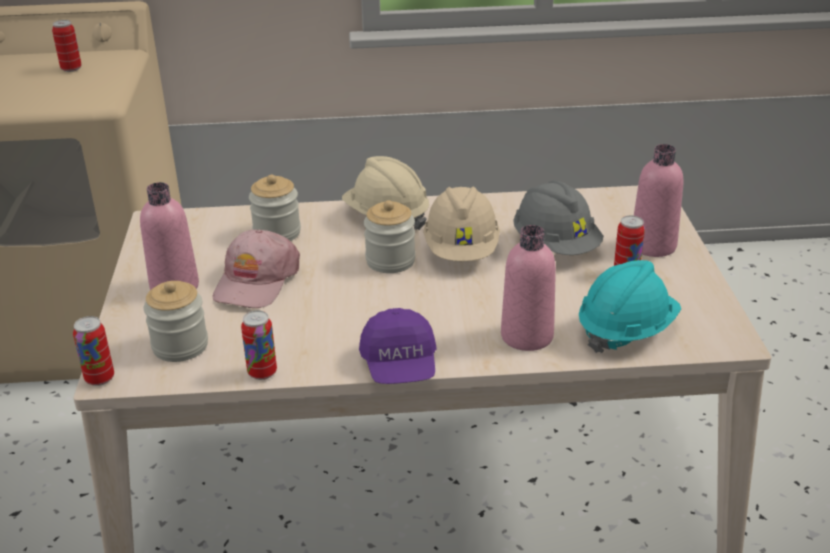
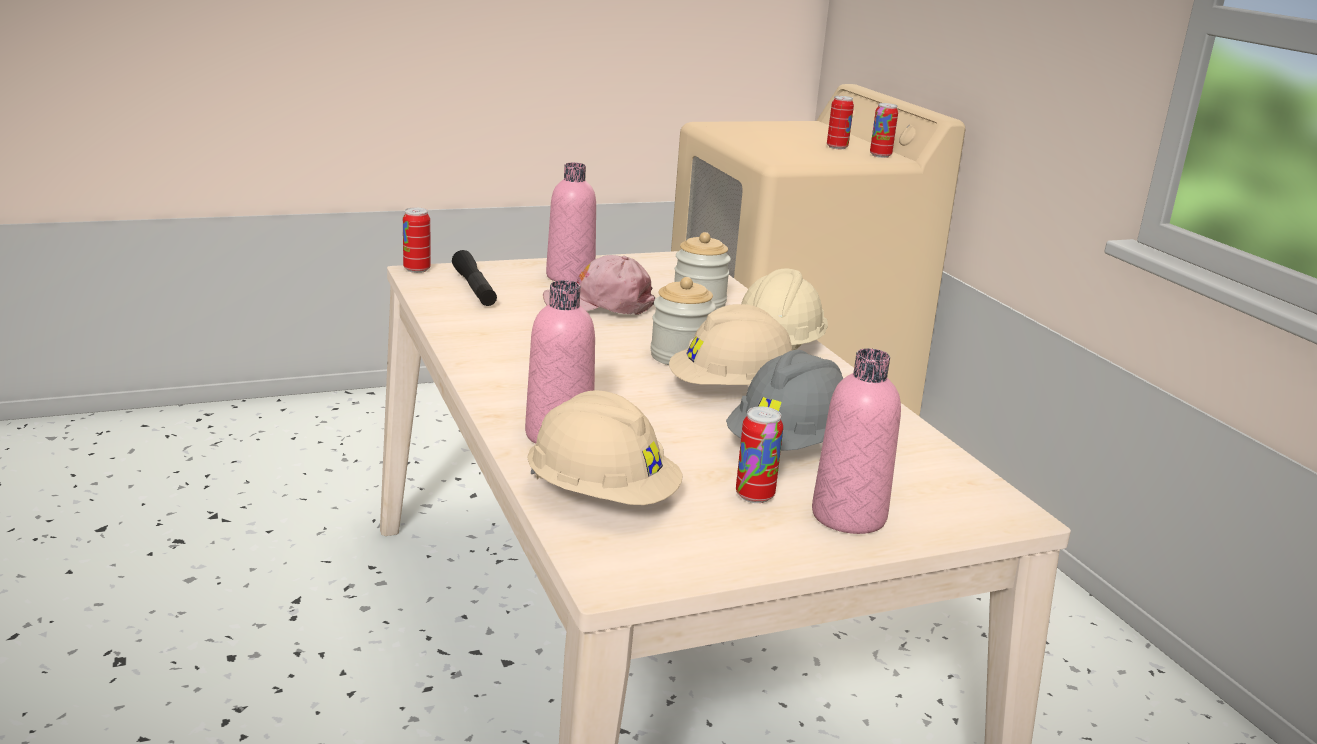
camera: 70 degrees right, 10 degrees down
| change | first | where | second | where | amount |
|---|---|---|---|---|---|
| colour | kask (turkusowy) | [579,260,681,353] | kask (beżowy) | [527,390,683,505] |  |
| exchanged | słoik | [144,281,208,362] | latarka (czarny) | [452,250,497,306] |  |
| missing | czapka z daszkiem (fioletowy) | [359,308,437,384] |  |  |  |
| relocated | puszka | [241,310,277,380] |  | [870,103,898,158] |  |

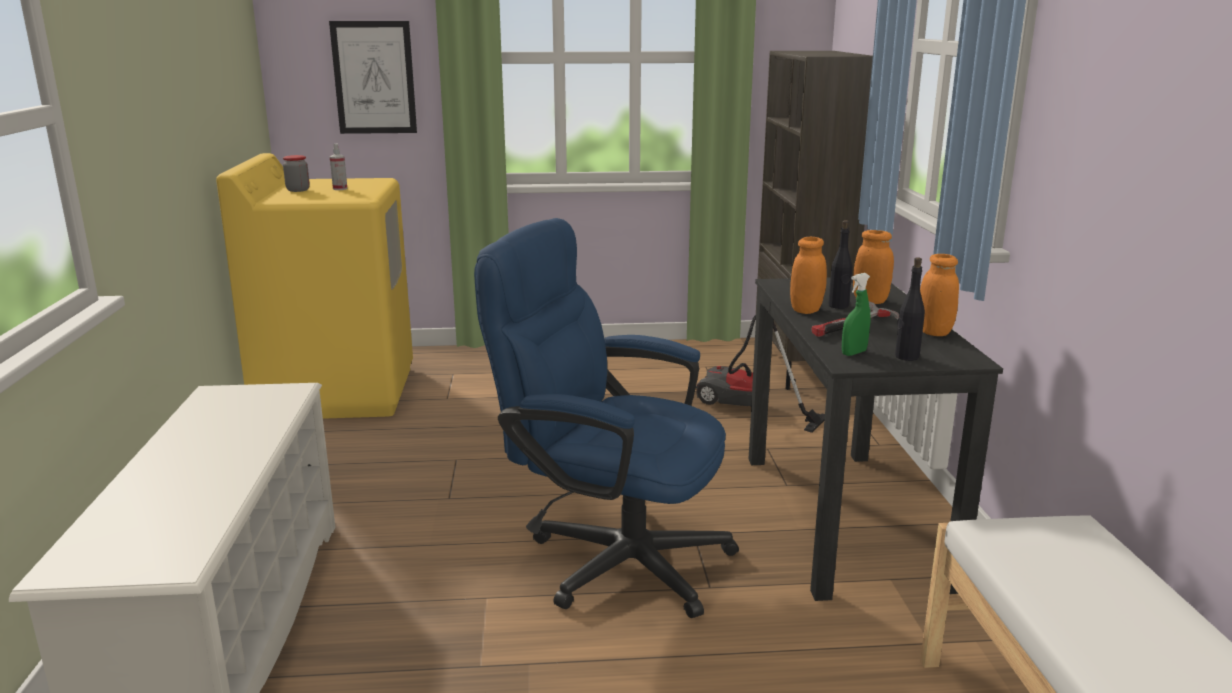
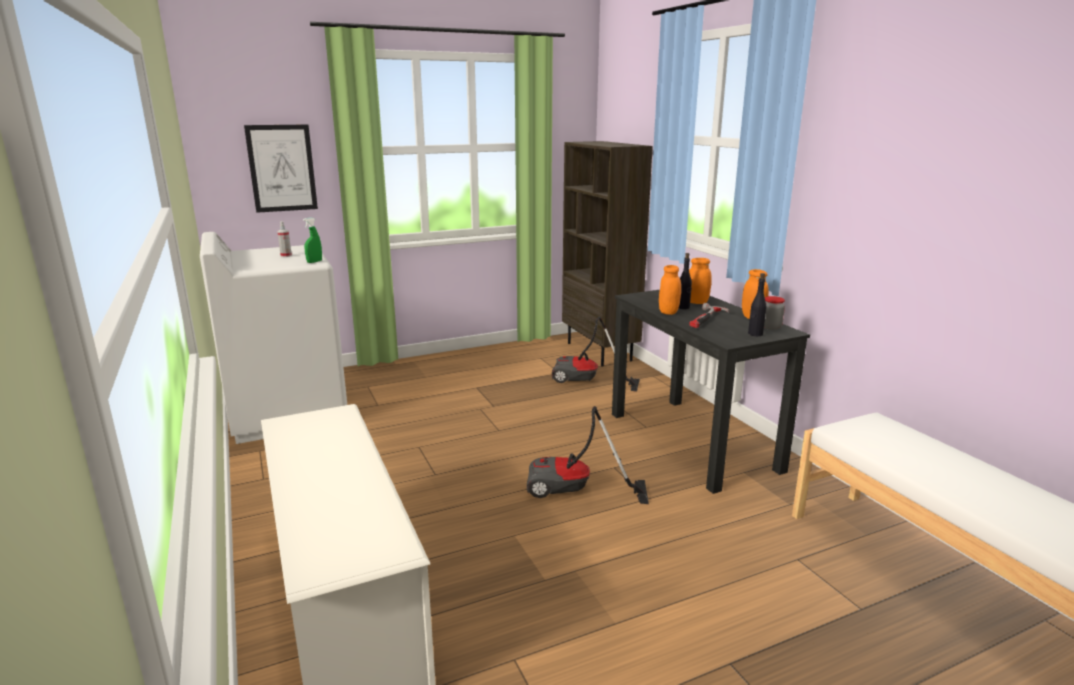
camera: 20 degrees left, 0 degrees up
| change | first | where | second | where | amount |
|---|---|---|---|---|---|
| colour | pralka (żółty) | [216,153,413,419] | pralka (biały) | [200,232,347,444] |  |
| relocated | słoik | [283,155,310,192] |  | [764,296,785,330] |  |
| exchanged | krzesło biurowe (niebieski) | [474,218,739,618] | odkurzacz | [527,406,649,504] |  |
| relocated | spryskiwacz (zielony) | [842,273,870,356] |  | [303,217,322,263] |  |

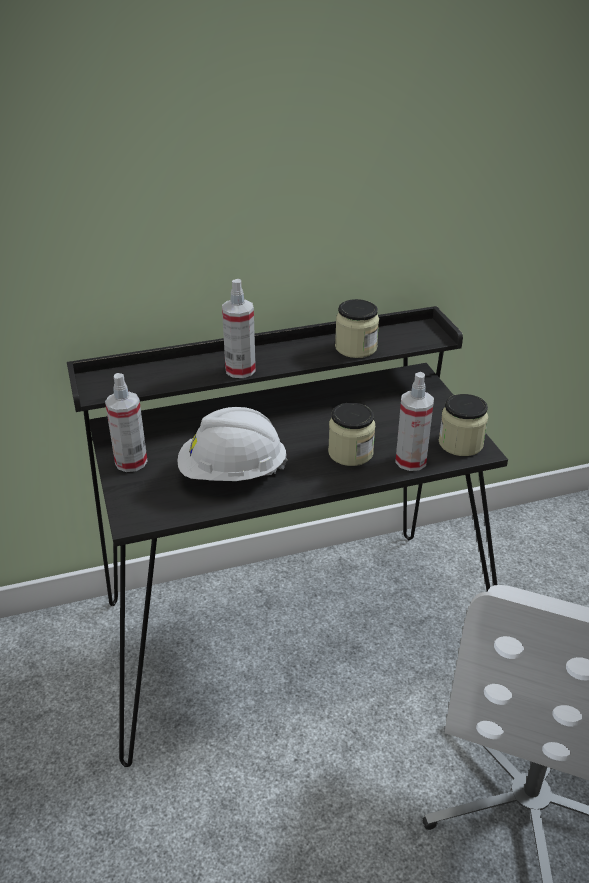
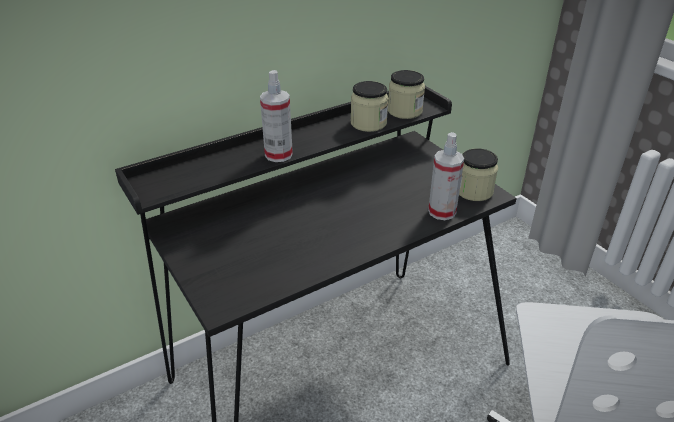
camera: 15 degrees left, 0 degrees up
| change | first | where | second | where | amount |
|---|---|---|---|---|---|
| missing | spryskiwacz | [105,373,147,472] |  |  |  |
| relocated | słoik | [328,403,375,466] |  | [388,70,425,119] |  |
| missing | kask (biały) | [178,407,288,481] |  |  |  |

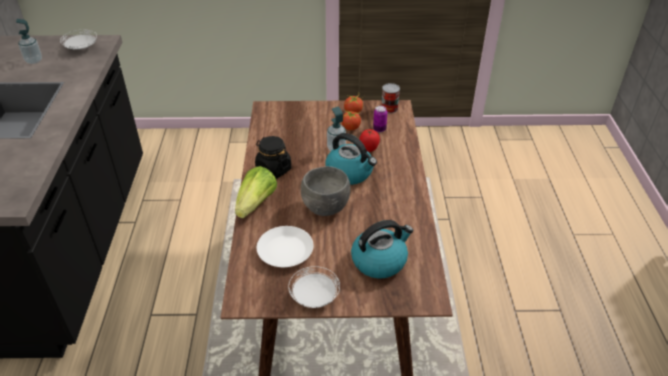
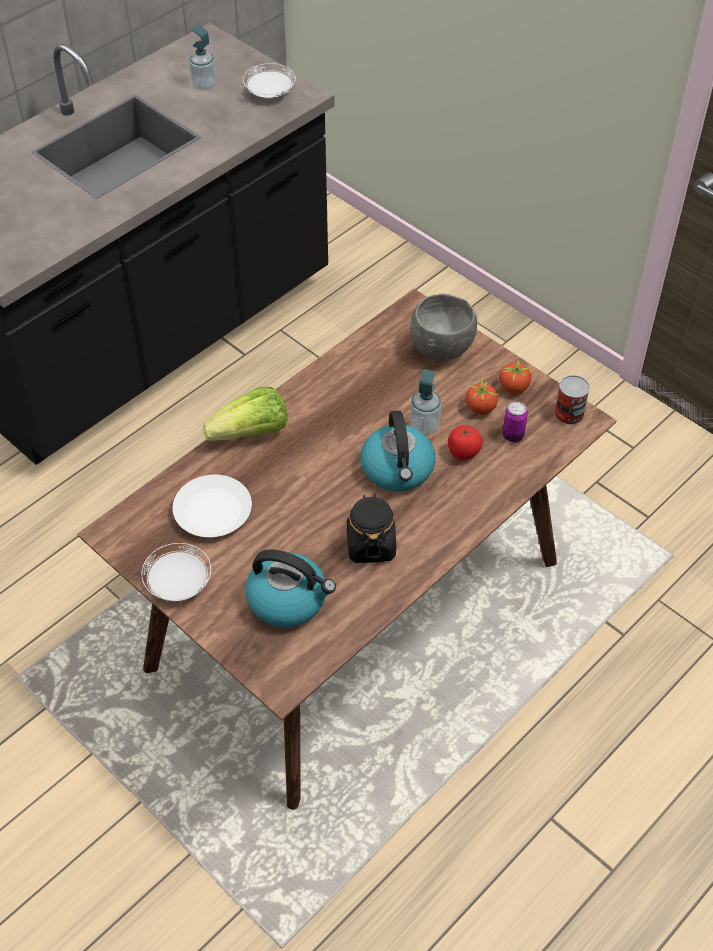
camera: 45 degrees right, 10 degrees up
| change | first | where | second | where | amount |
|---|---|---|---|---|---|
| relocated | słoik (czarny) | [255,136,291,179] |  | [347,494,396,563] |  |
| relocated | miska (szary) | [301,166,351,216] |  | [410,294,477,361] |  |

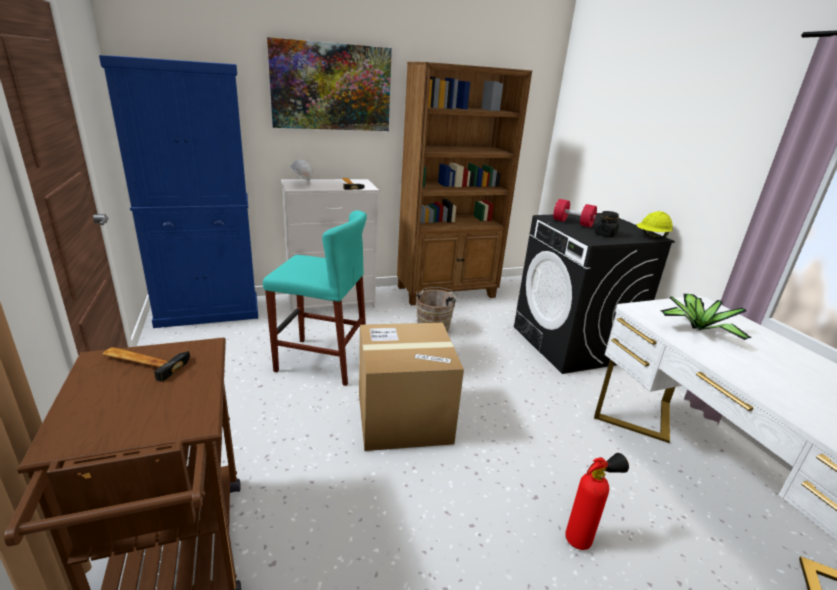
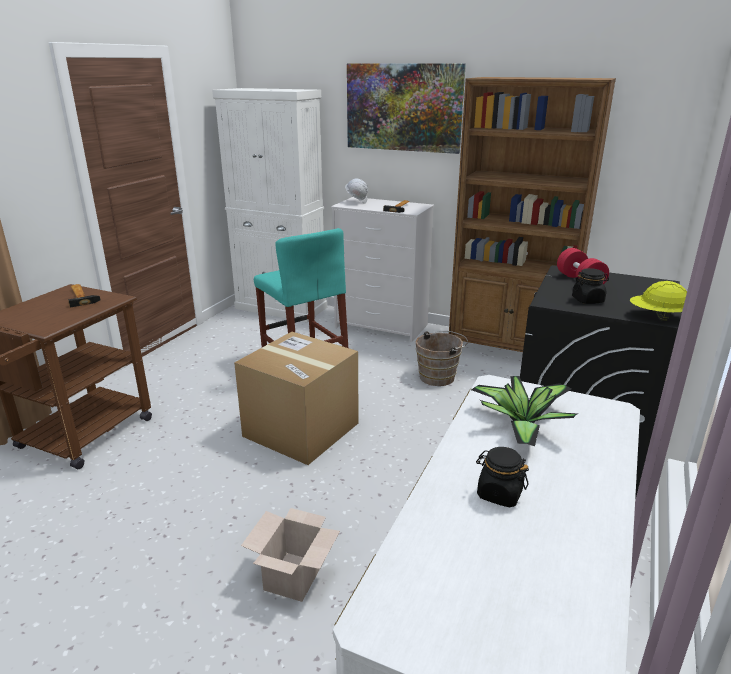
camera: 45 degrees right, 0 degrees up
| change | first | where | second | where | amount |
|---|---|---|---|---|---|
| colour | szafka (niebieski) | [99,55,258,328] | szafka (biały) | [212,88,327,322] |  |
| exchanged | gaśnica | [565,453,629,550] | karton | [241,508,340,602] |  |
| appeared |  |  | słoik (czarny) | [476,447,529,507] |  |

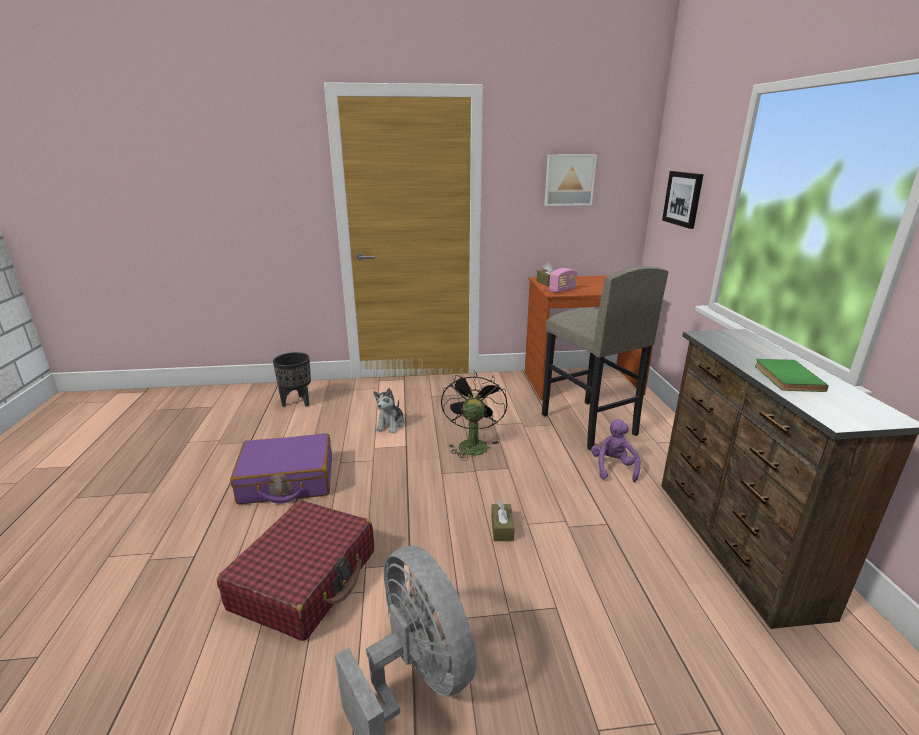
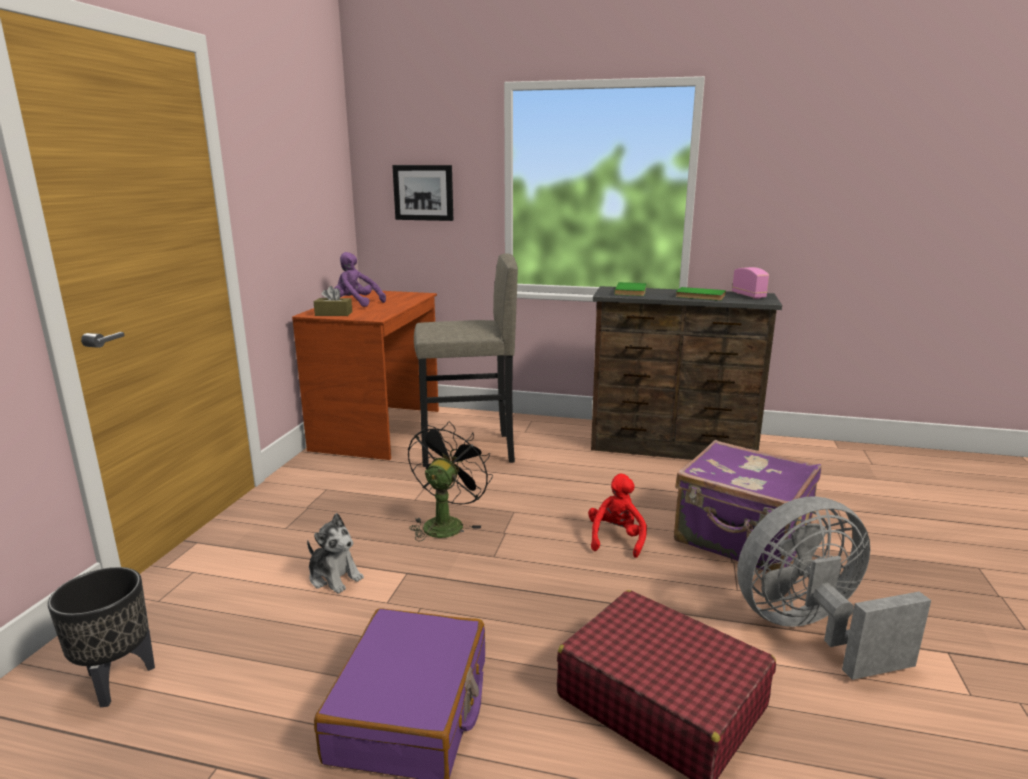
camera: 70 degrees left, 5 degrees down
| change | first | where | second | where | amount |
|---|---|---|---|---|---|
| missing | obraz | [544,154,597,206] |  |  |  |
| relocated | radio | [549,268,577,293] |  | [732,267,769,299] |  |
| spun | wentylator (czarny) | [441,371,507,461] |  | [408,421,493,541] | 90 degrees clockwise |
| relocated | pluszak (fioletowy) | [591,419,641,482] |  | [334,252,386,307] |  |
| exchanged | pudełko chusteczek (brązowy) | [491,502,514,541] | pluszak (czerwony) | [588,473,647,558] |  |
| appeared |  |  | książka (zielony) | [614,282,647,296] |  |
| appeared |  |  | walizka (fioletowy) | [674,440,821,572] |  |

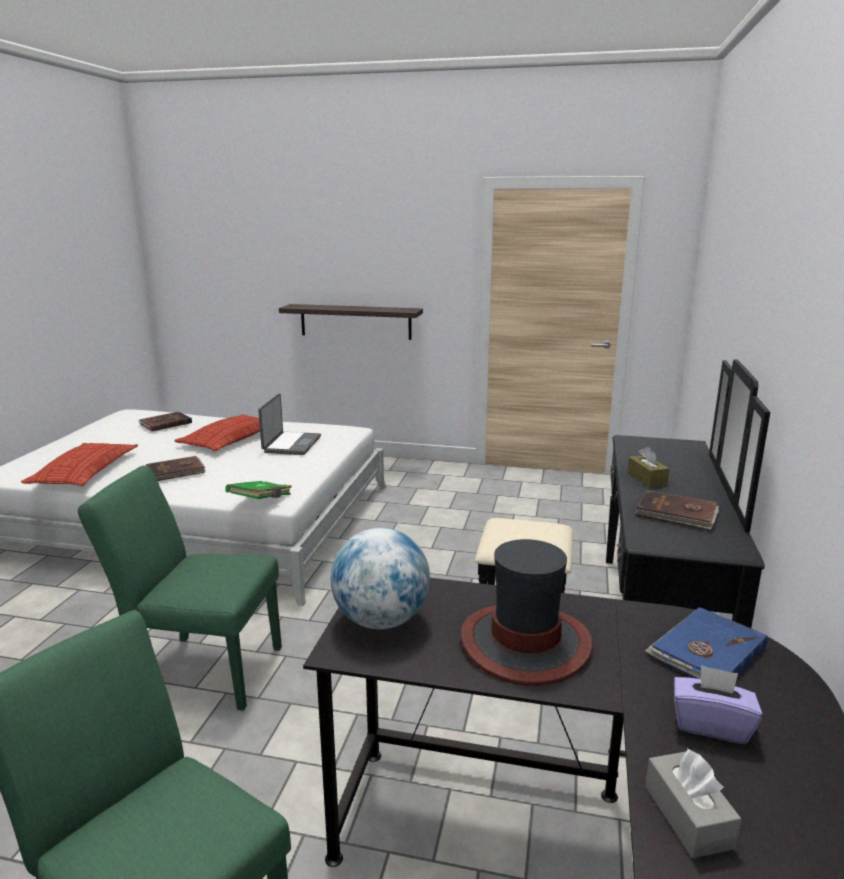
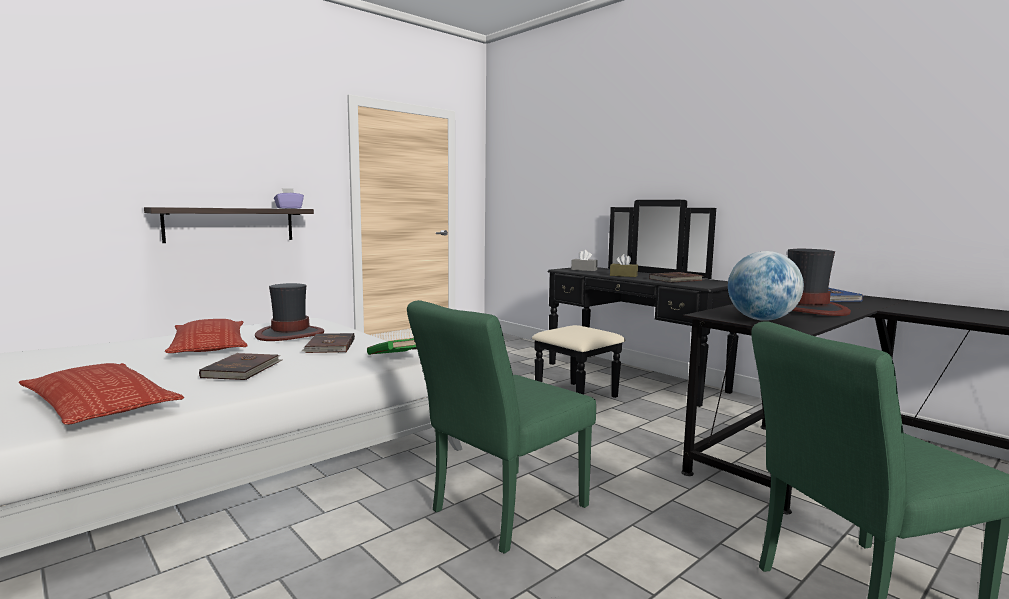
camera: 55 degrees left, 10 degrees down
| change | first | where | second | where | amount |
|---|---|---|---|---|---|
| exchanged | laptop | [258,394,321,455] | kapelusz | [255,283,324,341] |  |
| relocated | książka (brązowy) | [138,412,192,431] |  | [302,333,355,353] |  |
| relocated | pudełko chusteczek (fioletowy) | [674,665,762,744] |  | [274,188,304,209] |  |
| relocated | pudełko chusteczek (szary) | [645,749,741,858] |  | [571,250,598,271] |  |

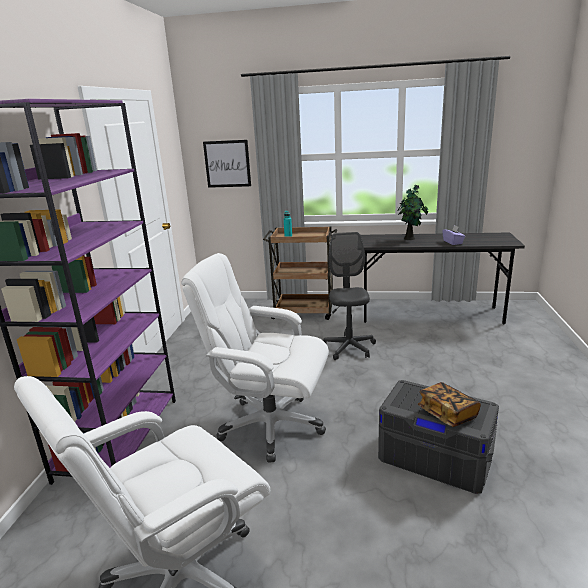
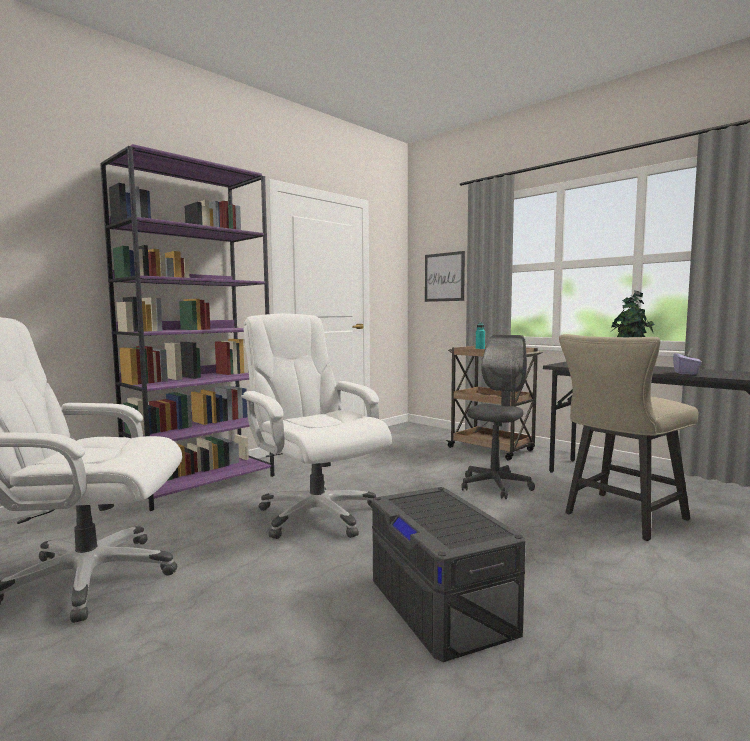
camera: 35 degrees right, 15 degrees down
| change | first | where | second | where | amount |
|---|---|---|---|---|---|
| missing | książka | [418,382,481,427] |  |  |  |
| appeared |  |  | krzesło (beżowy) | [559,334,698,541] |  |

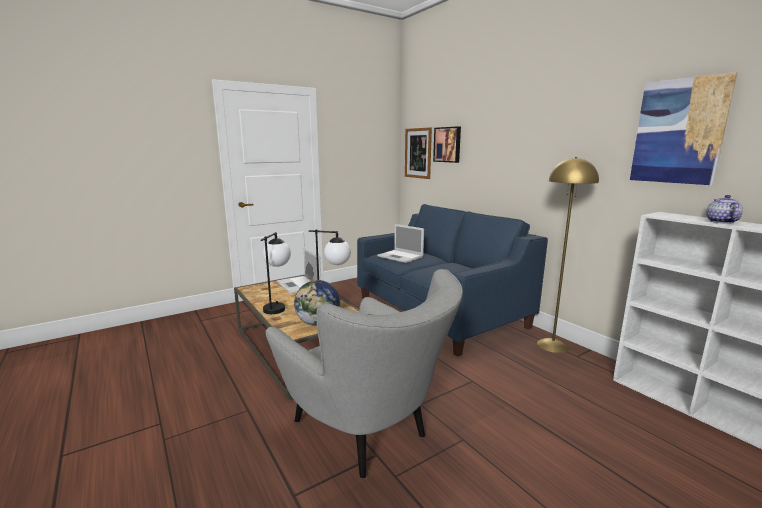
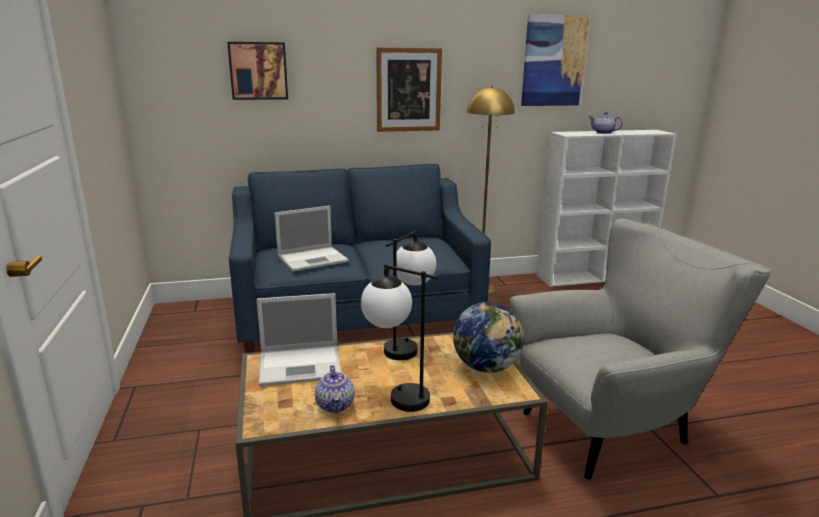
camera: 70 degrees left, 5 degrees up
| change | first | where | second | where | amount |
|---|---|---|---|---|---|
| relocated | obraz | [405,127,432,179] |  | [376,47,442,132] |  |
| appeared |  |  | imbryk | [315,365,355,413] |  |

